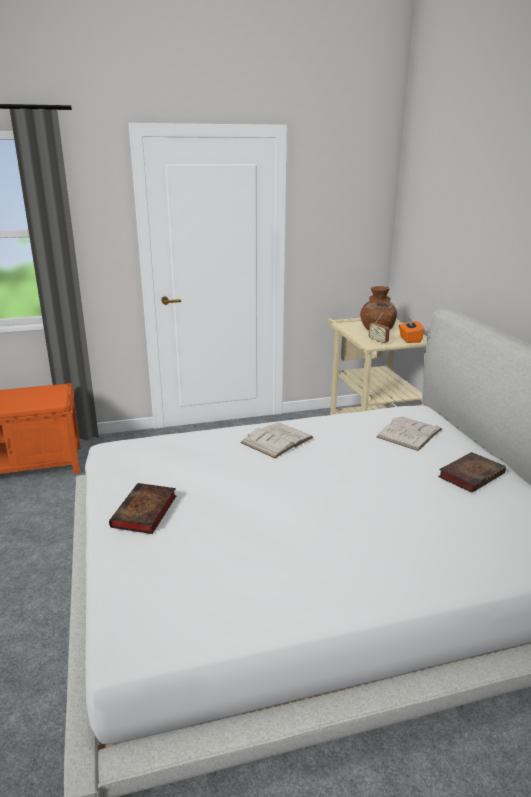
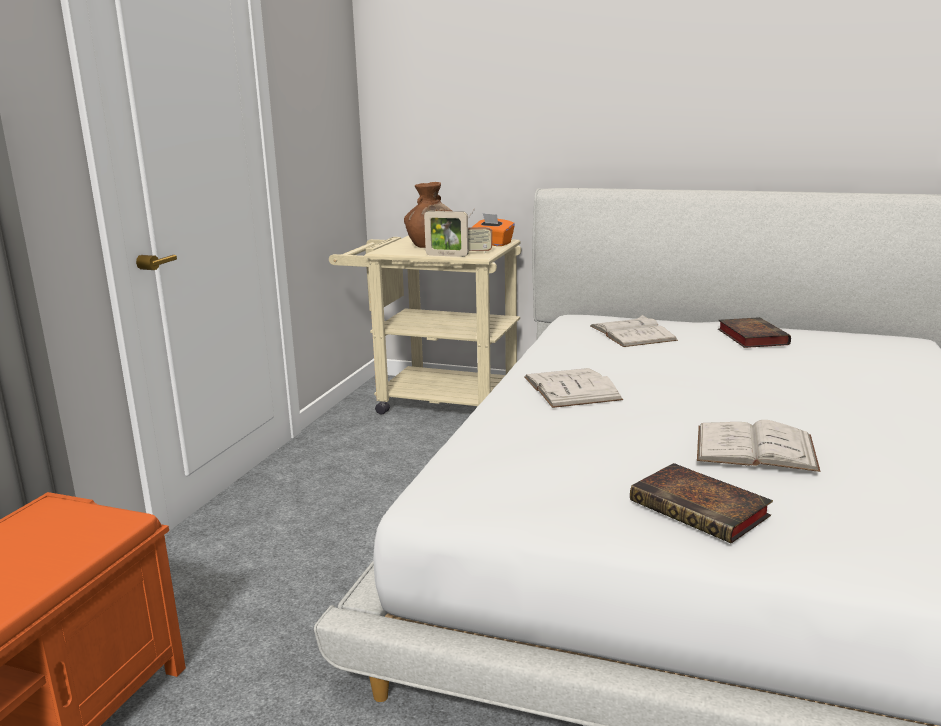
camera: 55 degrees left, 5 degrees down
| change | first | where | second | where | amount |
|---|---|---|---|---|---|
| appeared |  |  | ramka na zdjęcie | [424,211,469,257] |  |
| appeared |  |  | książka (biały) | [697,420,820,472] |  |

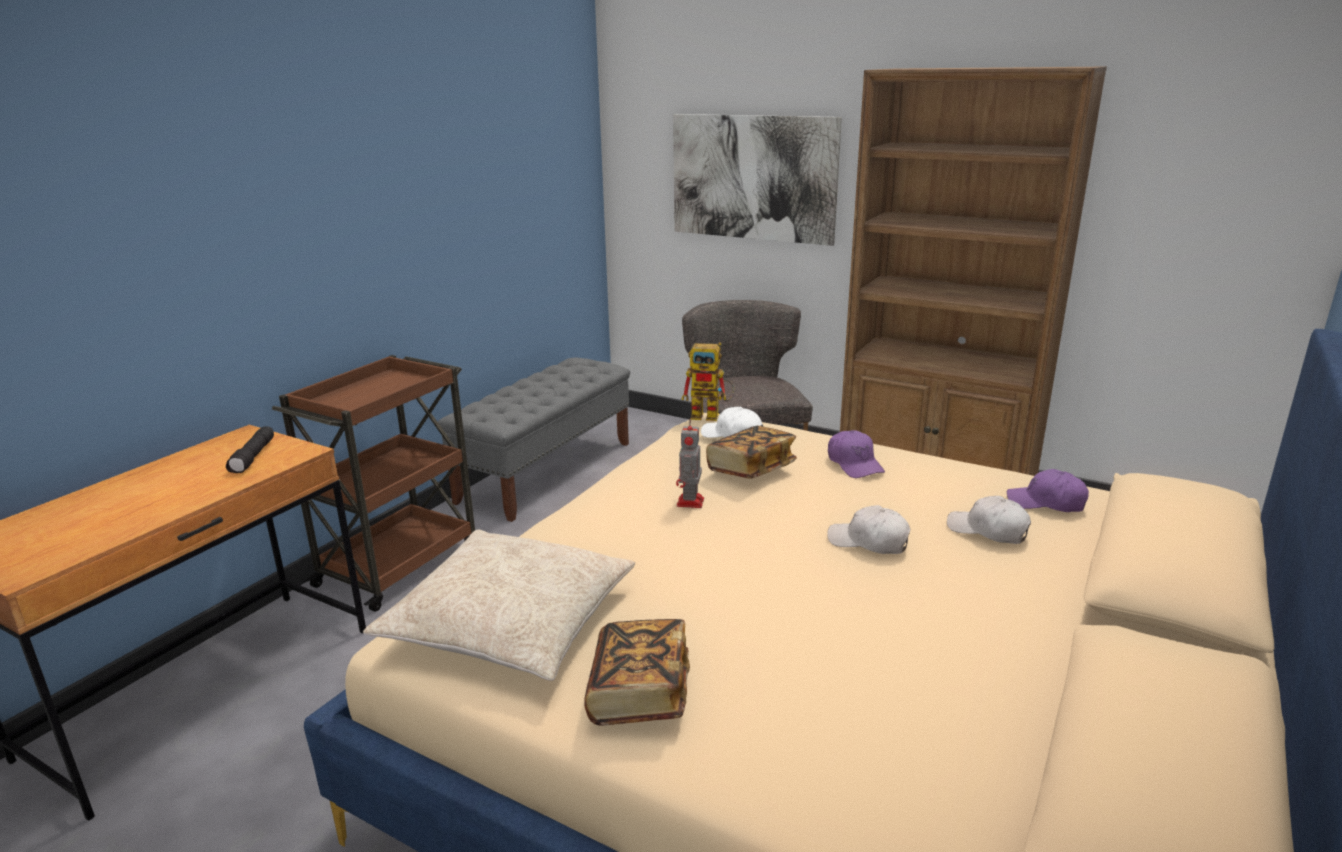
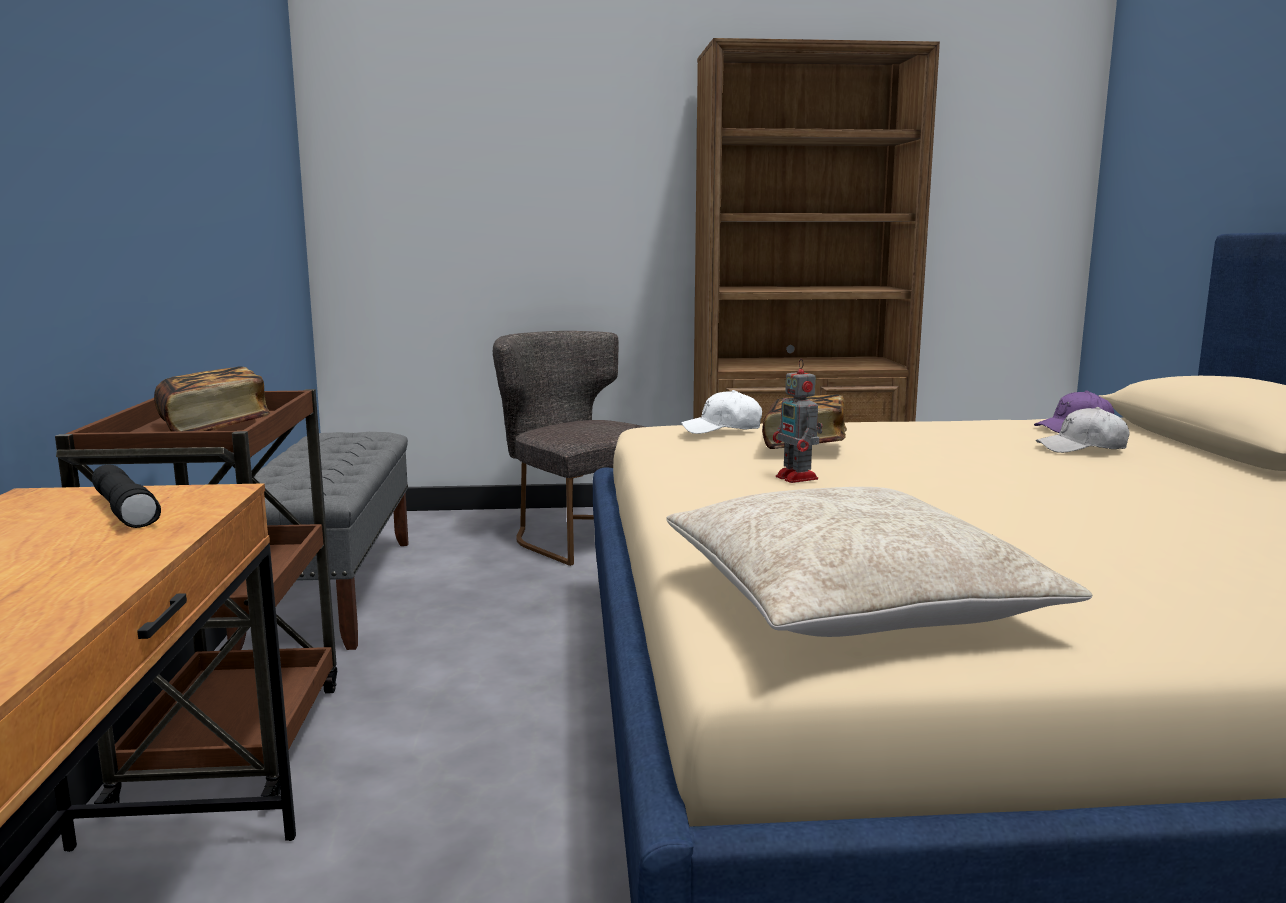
camera: 35 degrees left, 10 degrees down
| change | first | where | second | where | amount |
|---|---|---|---|---|---|
| missing | obraz | [673,114,842,246] |  |  |  |
| missing | robot zabawkowy | [681,342,734,421] |  |  |  |
| missing | czapka z daszkiem (fioletowy) | [828,430,885,478] |  |  |  |
| missing | czapka z daszkiem (biały) | [827,505,910,554] |  |  |  |
| relocated | książka | [584,619,690,726] |  | [154,366,270,432] |  |

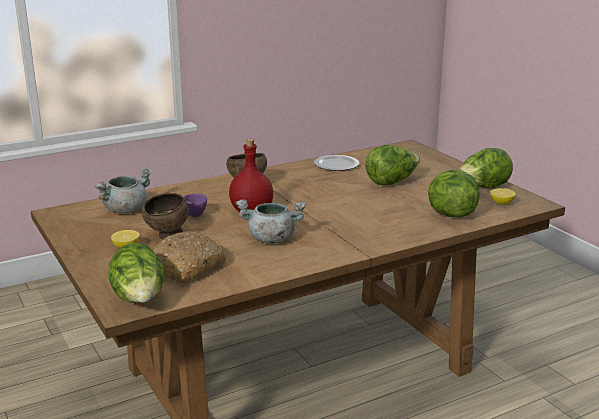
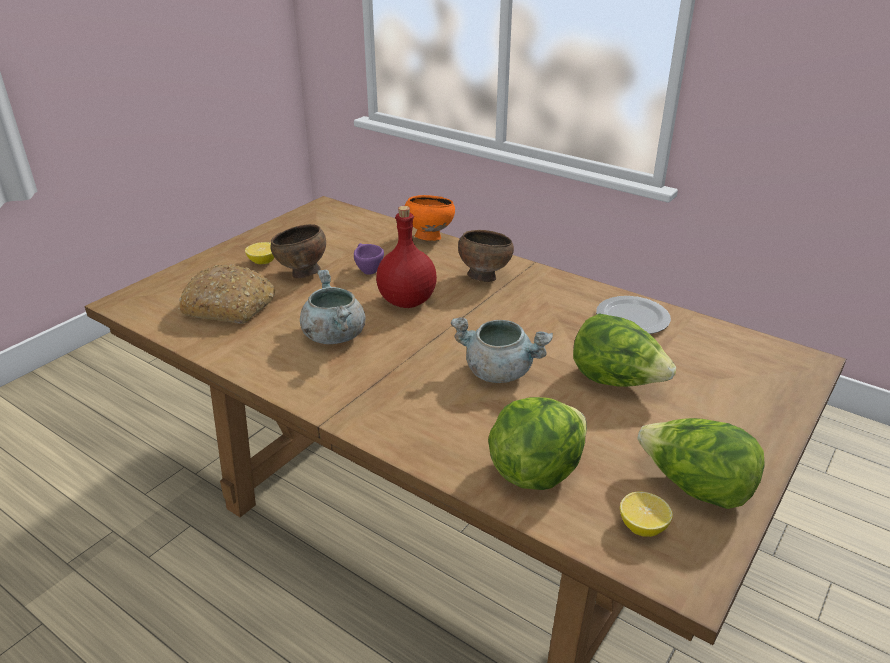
camera: 65 degrees right, 10 degrees up
| change | first | where | second | where | amount |
|---|---|---|---|---|---|
| relocated | garnek (szary) | [95,169,152,214] |  | [451,317,553,383] |  |
| missing | sałata | [108,243,165,303] |  |  |  |
| appeared |  |  | miska (pomarańczowy) | [405,195,455,241] |  |

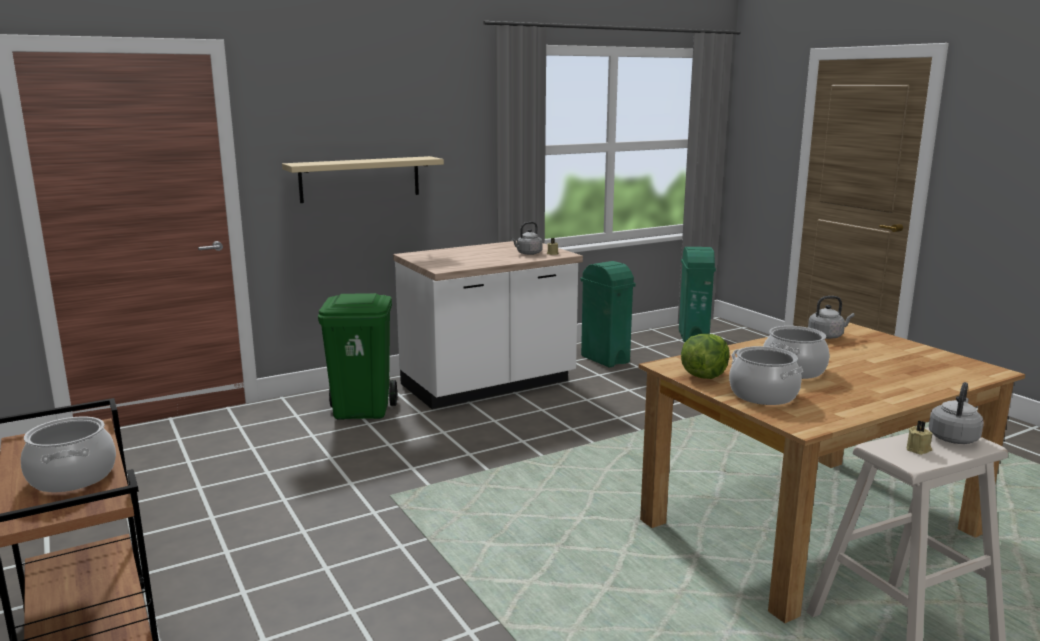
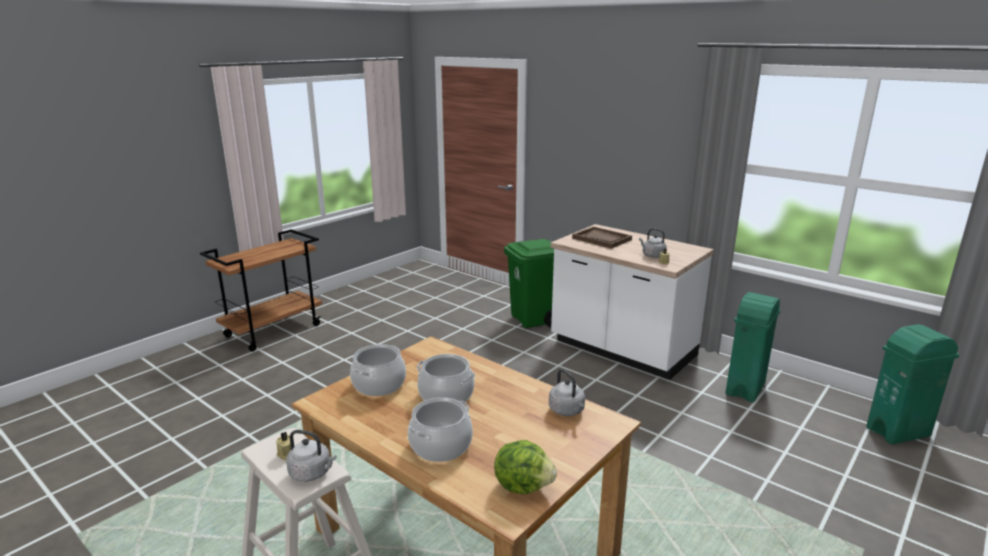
camera: 70 degrees right, 5 degrees up
| change | first | where | second | where | amount |
|---|---|---|---|---|---|
| missing | półka (beżowy) | [282,156,444,203] |  |  |  |
| relocated | sałata | [681,334,729,379] |  | [494,440,557,494] |  |
| relocated | garnek | [21,417,116,492] |  | [408,397,473,462] |  |
| appeared |  |  | taca (brązowy) | [572,226,632,249] |  |

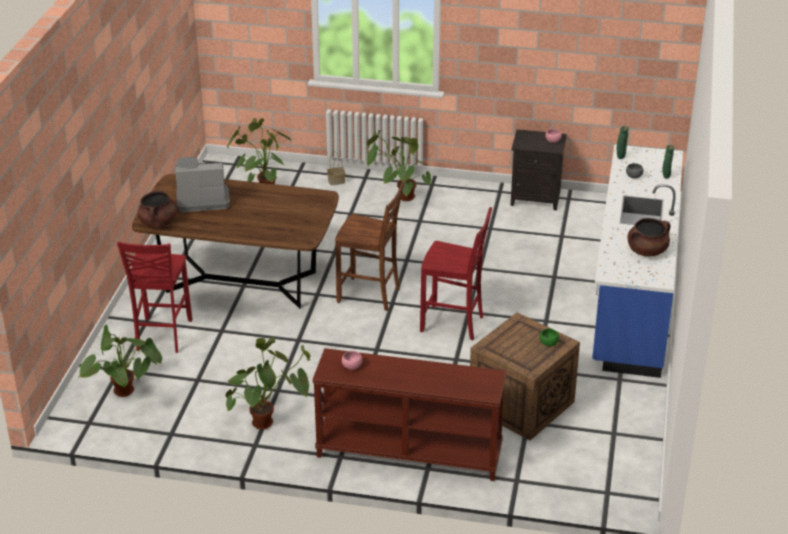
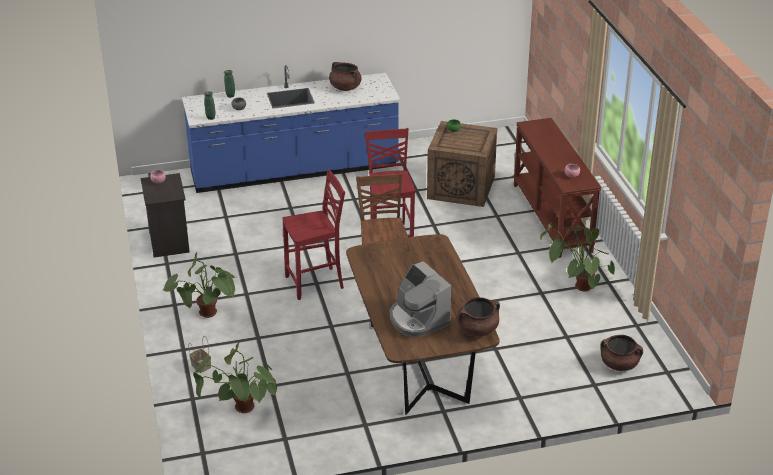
camera: 115 degrees left, 0 degrees up
| change | first | where | second | where | amount |
|---|---|---|---|---|---|
| relocated | krzesło (czerwony) | [117,242,192,353] |  | [283,169,345,300] |  |
| exchanged | roślina doniczkowa | [78,325,162,397] | garnek (brązowy) | [601,335,643,371] |  |

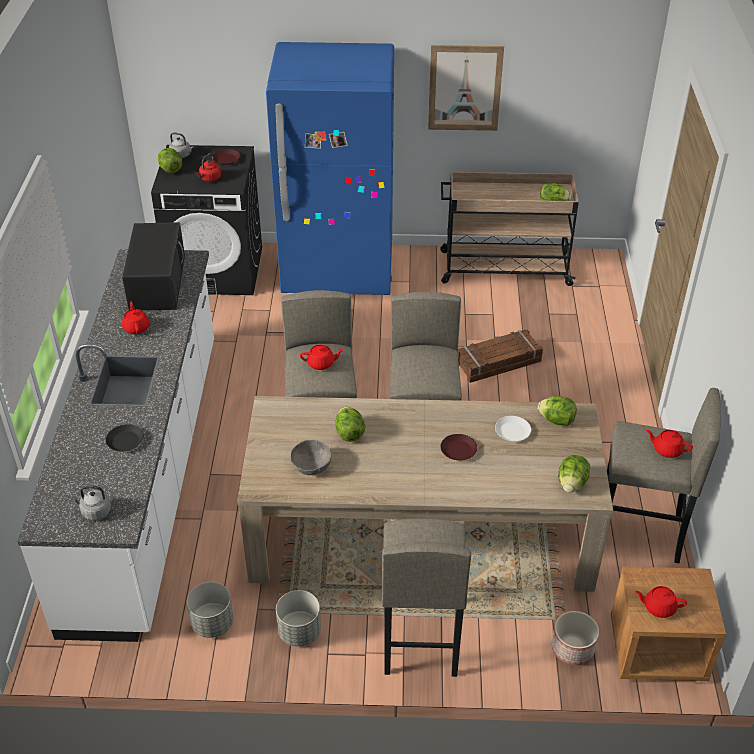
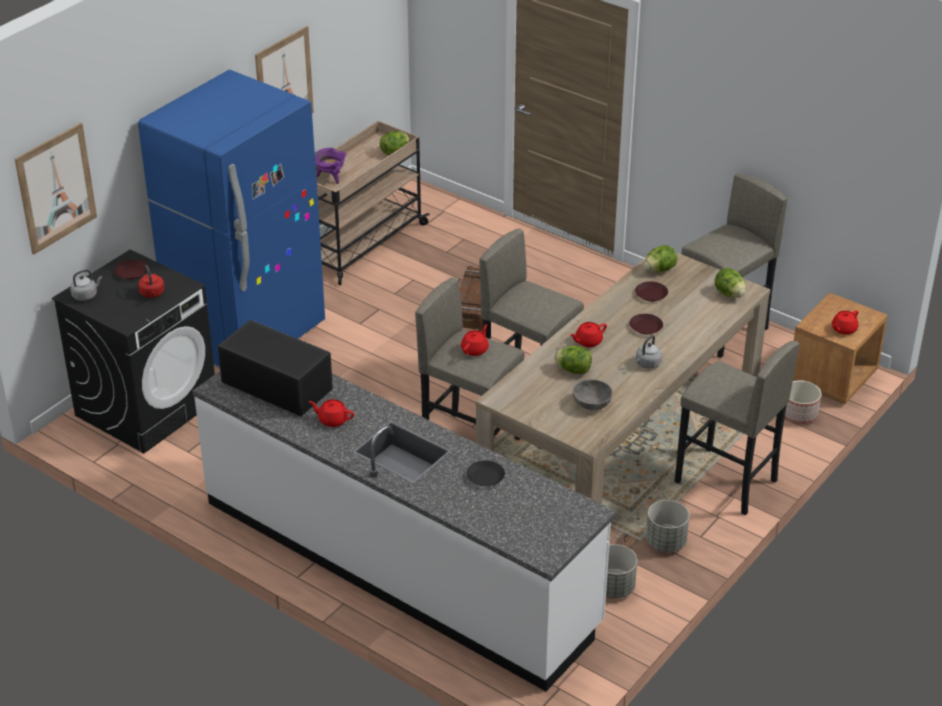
camera: 55 degrees left, 5 degrees down
| change | first | where | second | where | amount |
|---|---|---|---|---|---|
| missing | sałata | [158,148,182,174] |  |  |  |
| colour | talerz (biały) | [495,416,531,441] | talerz (brązowy) | [635,282,668,301] |  |
| relocated | imbryk (czerwony) | [646,430,693,458] |  | [570,322,607,347] |  |
| relocated | czajnik (szary) | [70,486,111,521] |  | [636,335,662,369] |  |
| appeared |  |  | obraz | [15,123,97,254] |  |
| appeared |  |  | garnek (fioletowy) | [315,148,346,184] |  |

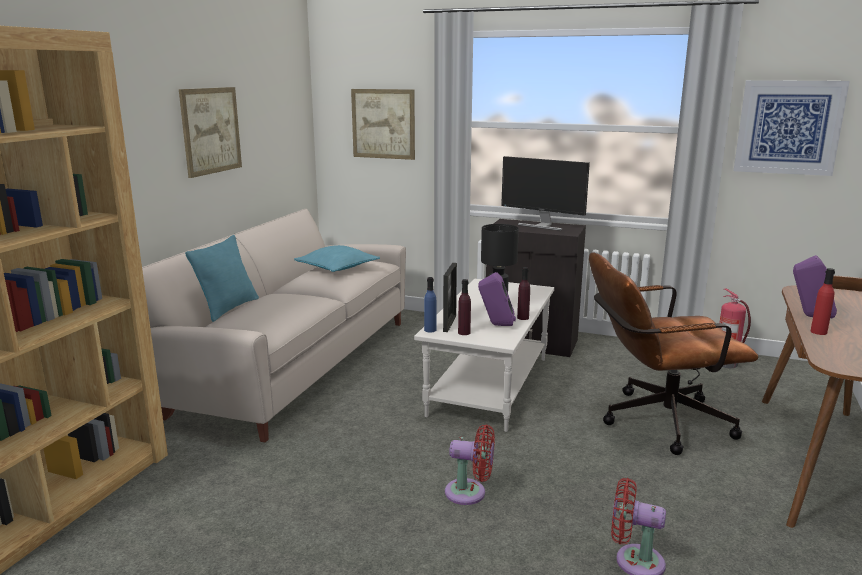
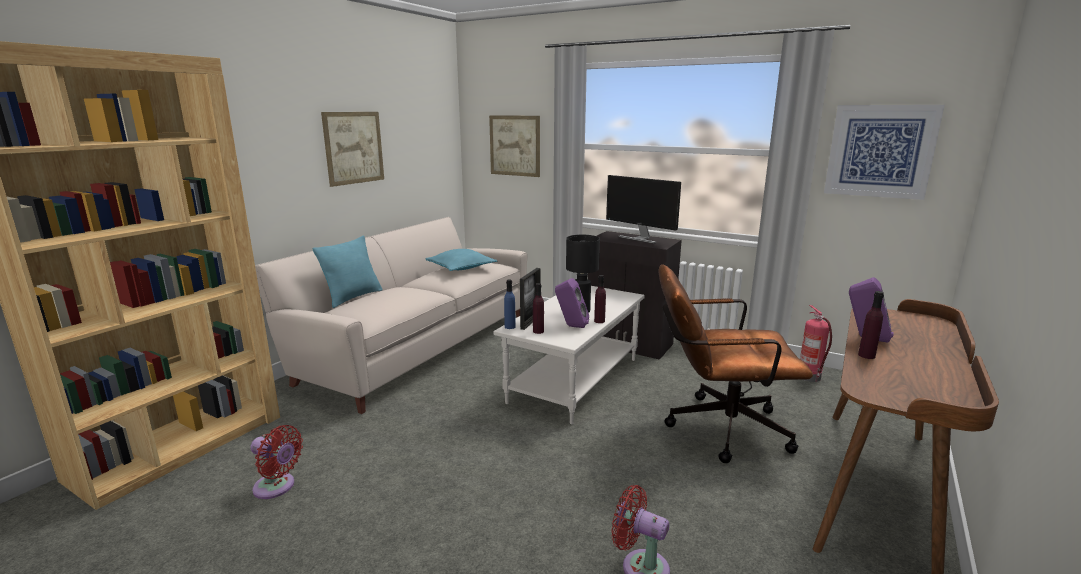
camera: 10 degrees right, 0 degrees up
| change | first | where | second | where | amount |
|---|---|---|---|---|---|
| colour | butelka (czerwony) | [811,268,835,335] | butelka (fioletowy) | [858,291,884,359] |  |
| relocated | wentylator (czerwony) | [445,424,495,505] |  | [250,425,303,499] |  |

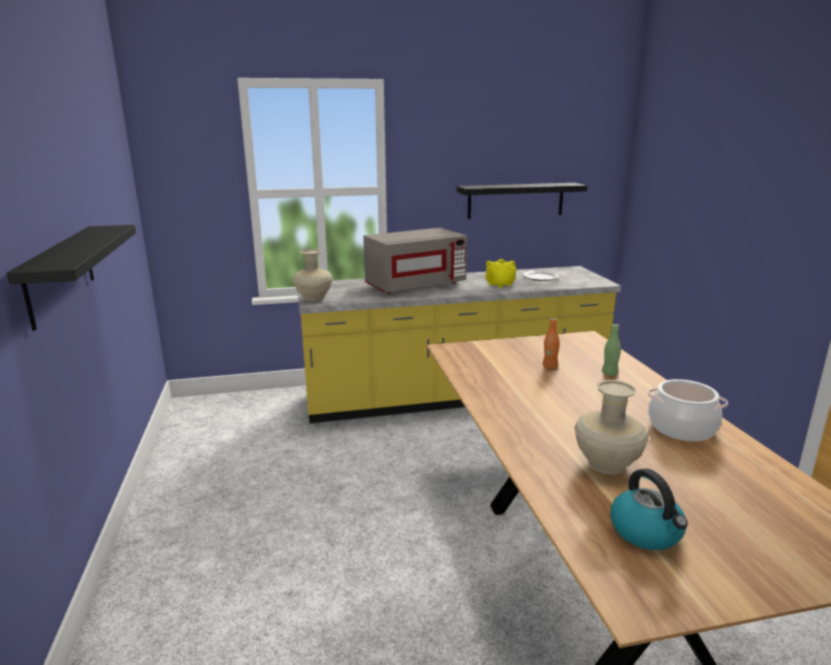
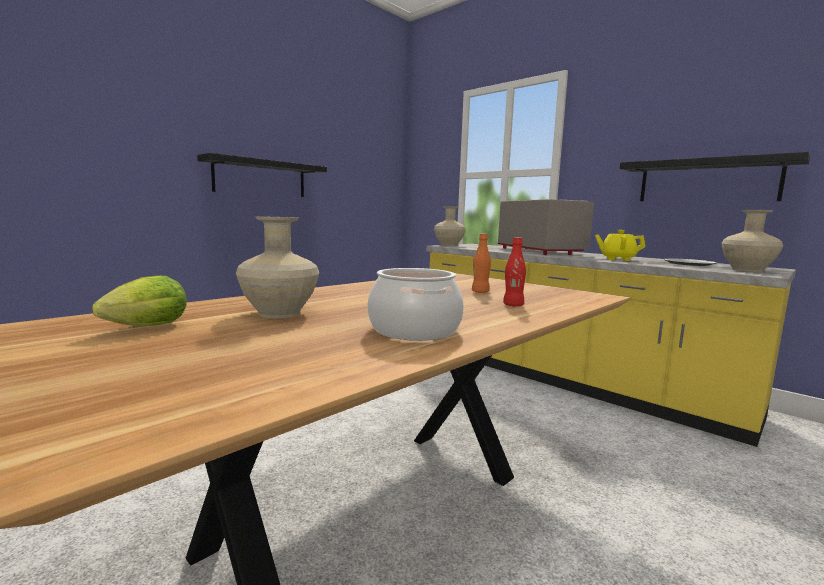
camera: 55 degrees right, 10 degrees down
| change | first | where | second | where | amount |
|---|---|---|---|---|---|
| spun | mikrofalówka (szary) | [363,228,467,294] |  | [497,199,594,255] | 135 degrees counterclockwise |
| colour | butelka (zielony) | [602,324,621,376] | butelka (czerwony) | [503,237,526,306] |  |
| exchanged | czajnik | [611,468,688,550] | sałata | [92,275,187,326] |  |
| appeared |  |  | wazon (beżowy) | [721,210,783,272] |  |

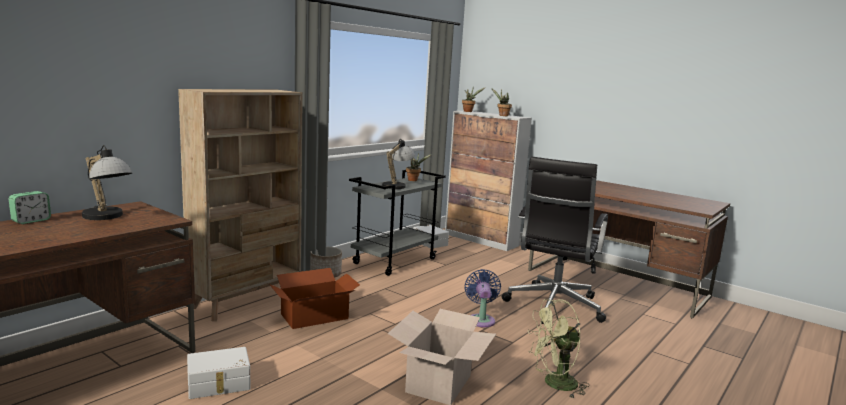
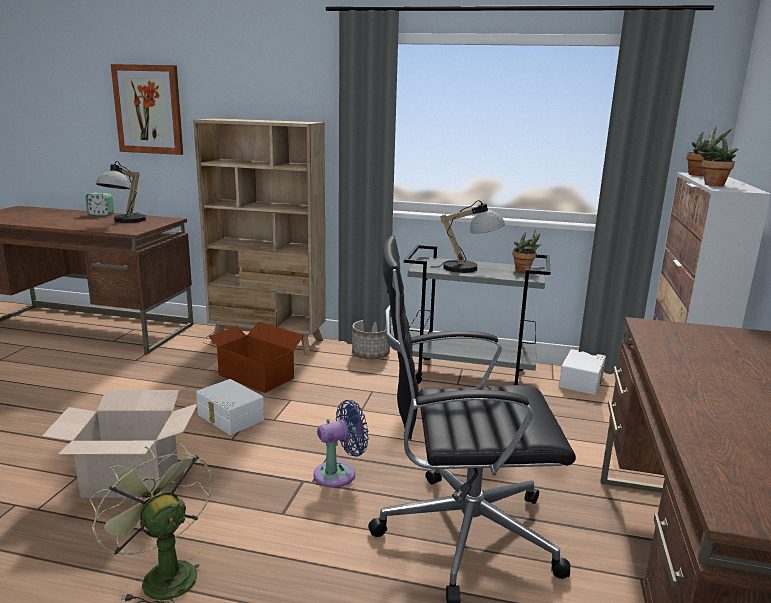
camera: 65 degrees right, 5 degrees up
| change | first | where | second | where | amount |
|---|---|---|---|---|---|
| relocated | pojemnik do przechowywania (biały) | [187,347,250,399] |  | [196,379,264,435] |  |
| appeared |  |  | obraz | [111,64,183,155] |  |

